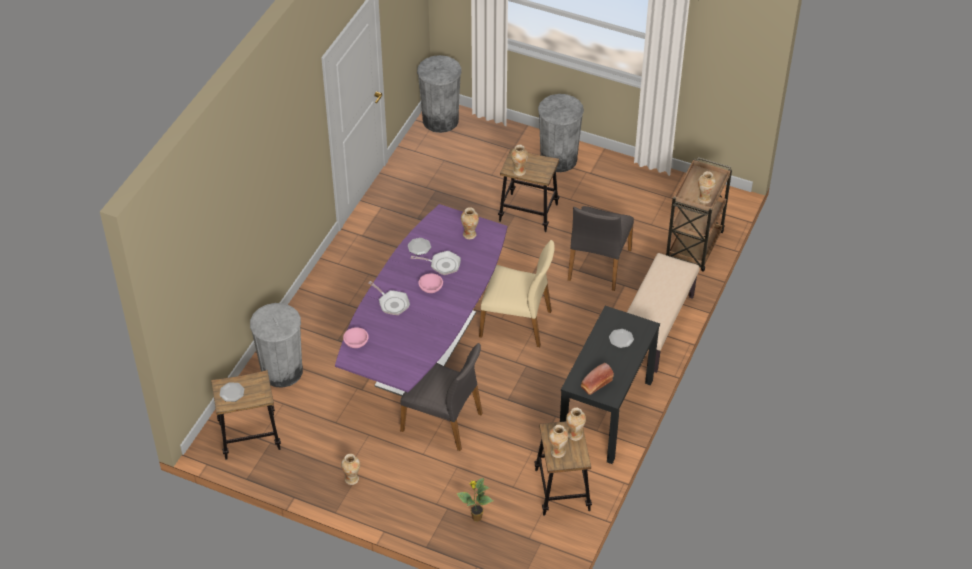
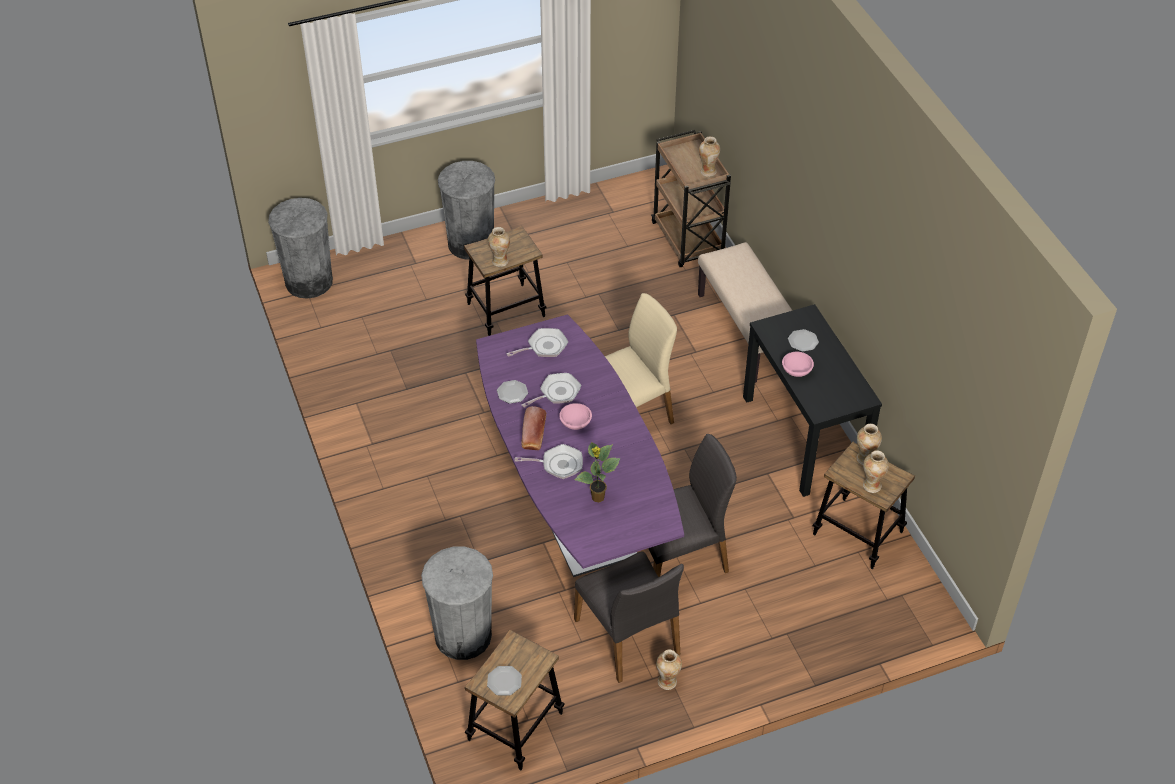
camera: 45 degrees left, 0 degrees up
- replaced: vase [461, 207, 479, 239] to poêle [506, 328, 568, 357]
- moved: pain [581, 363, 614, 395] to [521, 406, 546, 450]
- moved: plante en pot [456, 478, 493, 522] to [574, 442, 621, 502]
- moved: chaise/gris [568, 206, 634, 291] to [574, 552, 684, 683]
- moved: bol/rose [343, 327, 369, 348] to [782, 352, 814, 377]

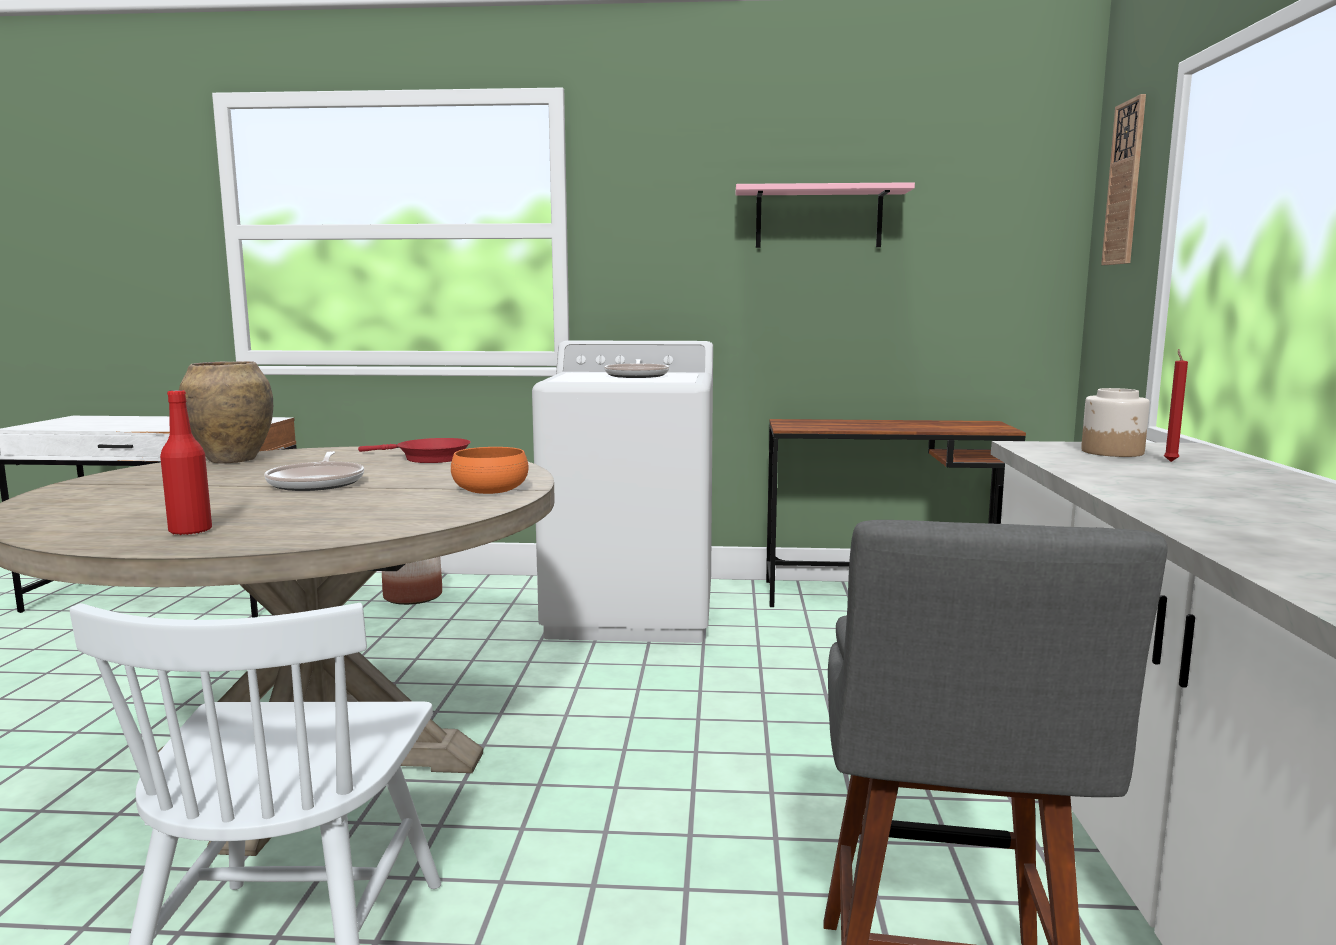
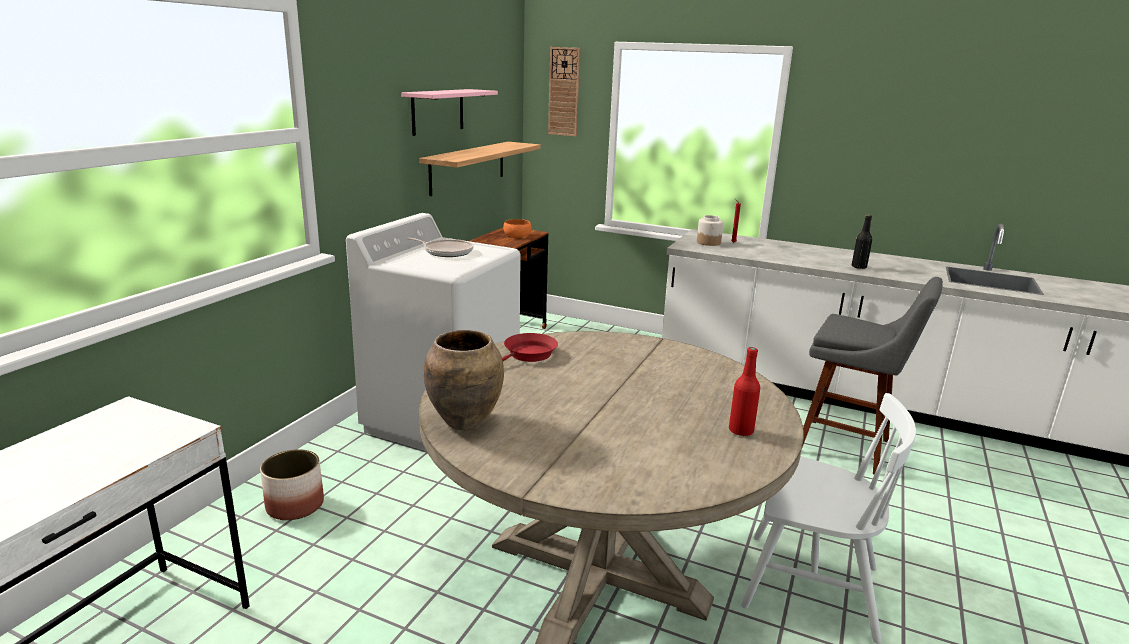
camera: 70 degrees left, 10 degrees up
- added: étagère [419, 142, 541, 196]
- moved: bol/orange [451, 447, 529, 494] to [503, 219, 532, 238]
- added: bouteille/noir [852, 215, 872, 269]
- removed: poêle [264, 451, 364, 491]

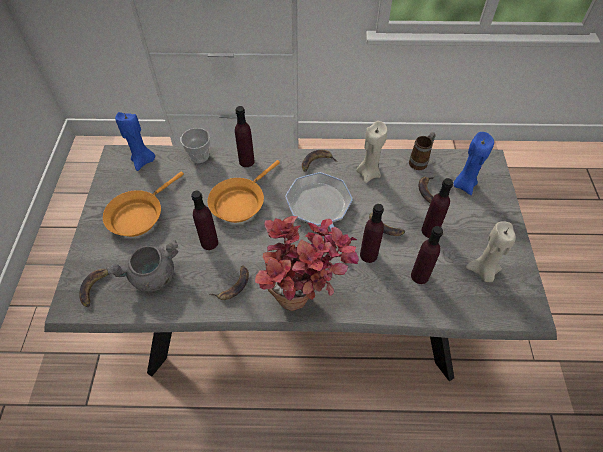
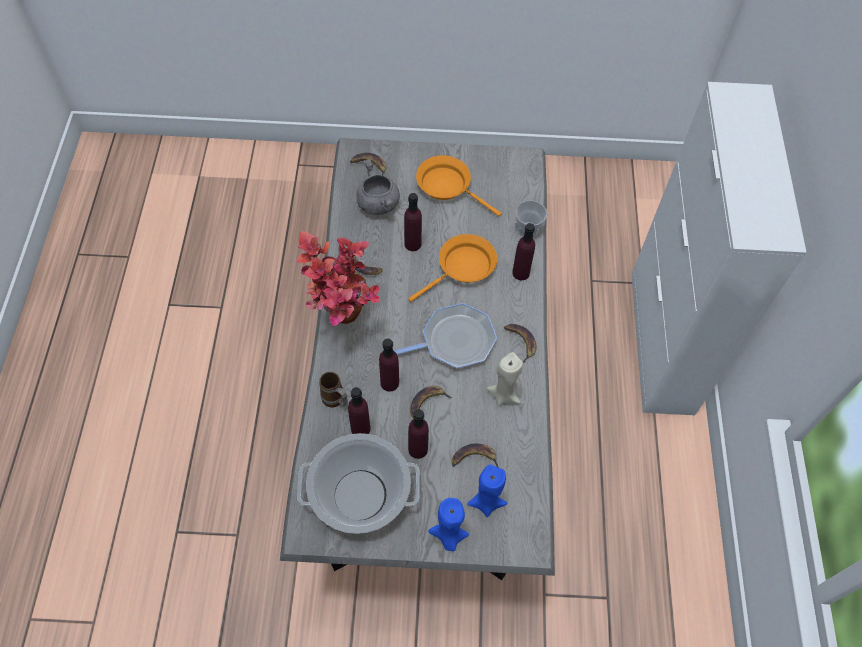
camera: 90 degrees right, 5 degrees up
- replaced: bougie/beige [466, 221, 516, 282] to marmite [297, 433, 420, 534]
- moved: mug [409, 132, 435, 170] to [319, 372, 348, 407]
- turned: poêle/orange [208, 160, 280, 223] = [408, 234, 497, 302] 105 degrees clockwise
- moved: bougie/bleu [115, 112, 155, 171] to [428, 498, 469, 551]

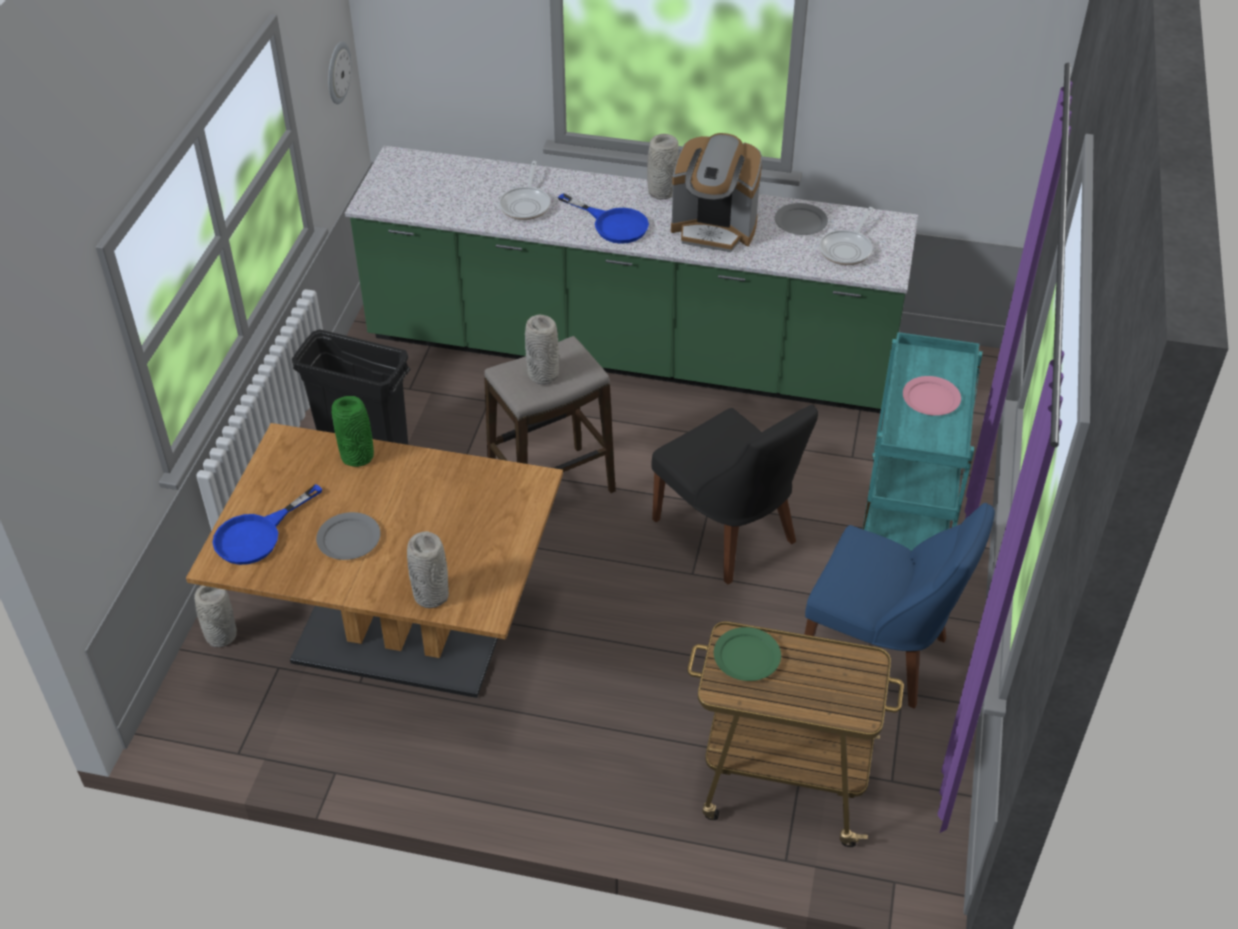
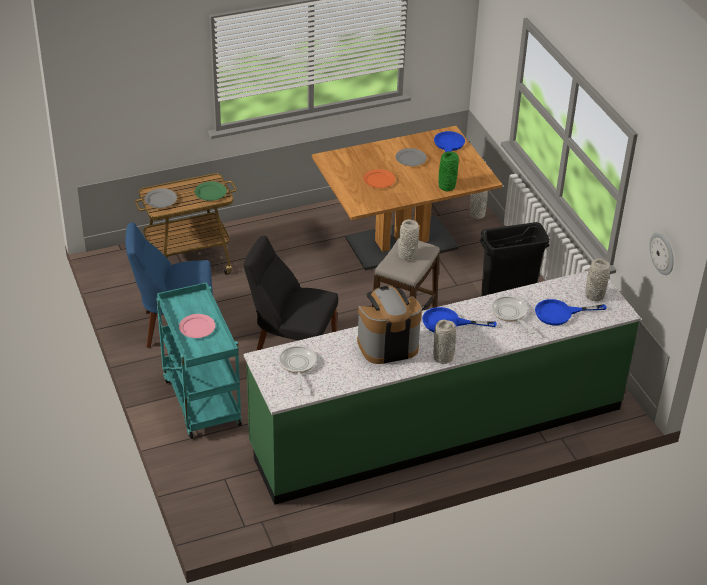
camera: 145 degrees right, 5 degrees down
- moved: assiette/gris [775, 203, 828, 235] to [144, 188, 177, 208]
- added: assiette/orange [363, 169, 395, 188]
- added: poêle/bleu [535, 299, 606, 325]
- moved: vase/gris [407, 531, 449, 608] to [585, 258, 610, 301]

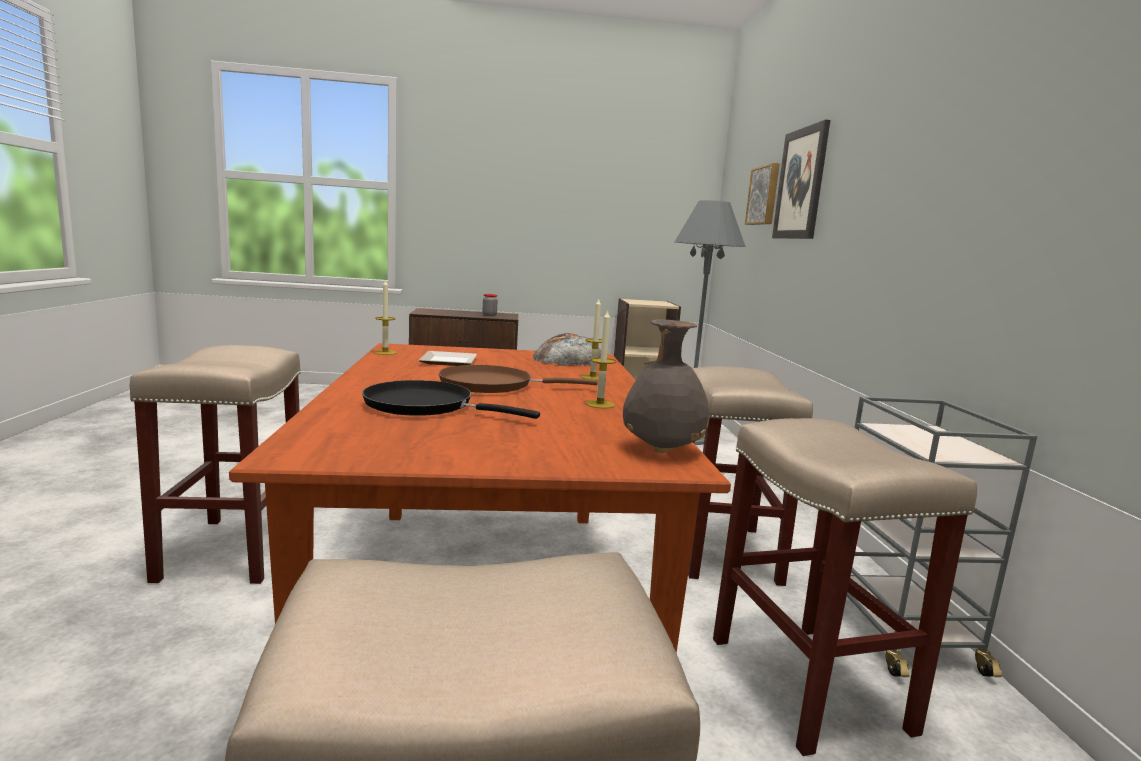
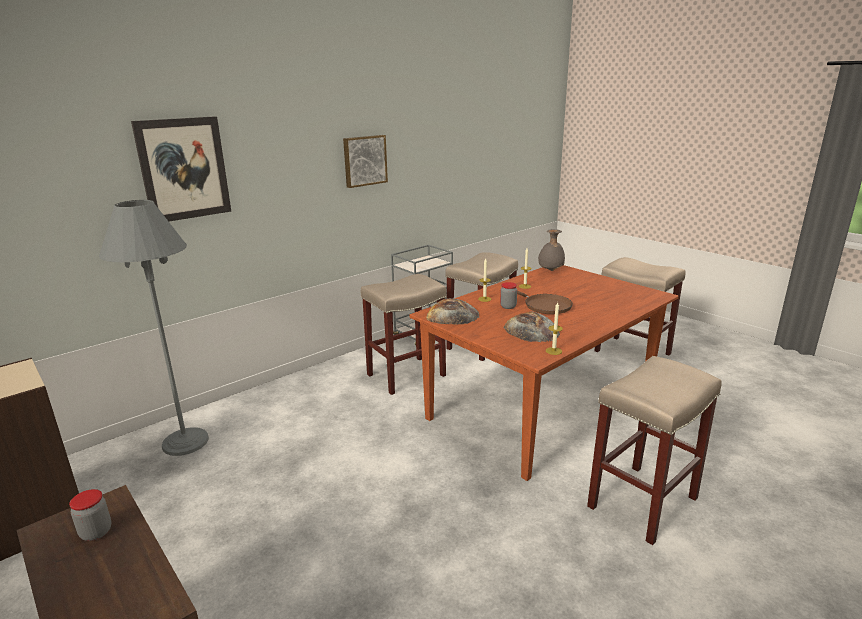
camera: 125 degrees left, 10 degrees up
- moved: tableau [745, 163, 780, 225] to [343, 135, 388, 188]
- added: bocal [500, 282, 517, 309]
- replaced: assiette [418, 351, 477, 366] to pain [504, 312, 560, 342]
- removed: poêle/noir [362, 380, 540, 419]

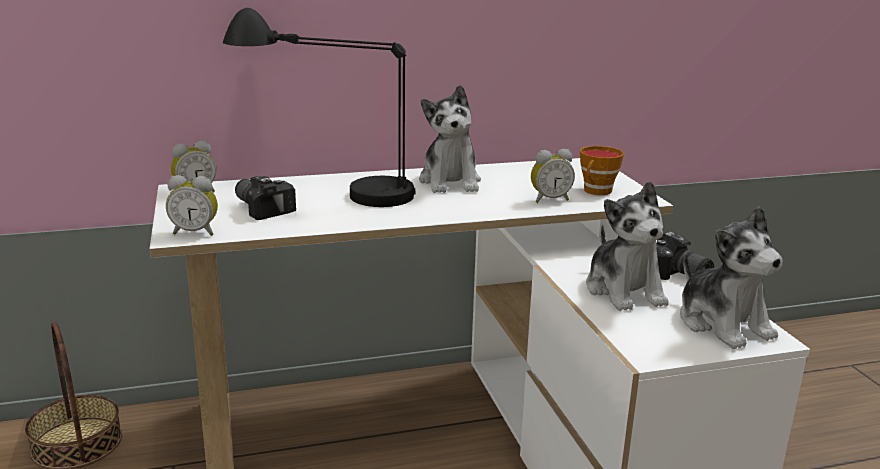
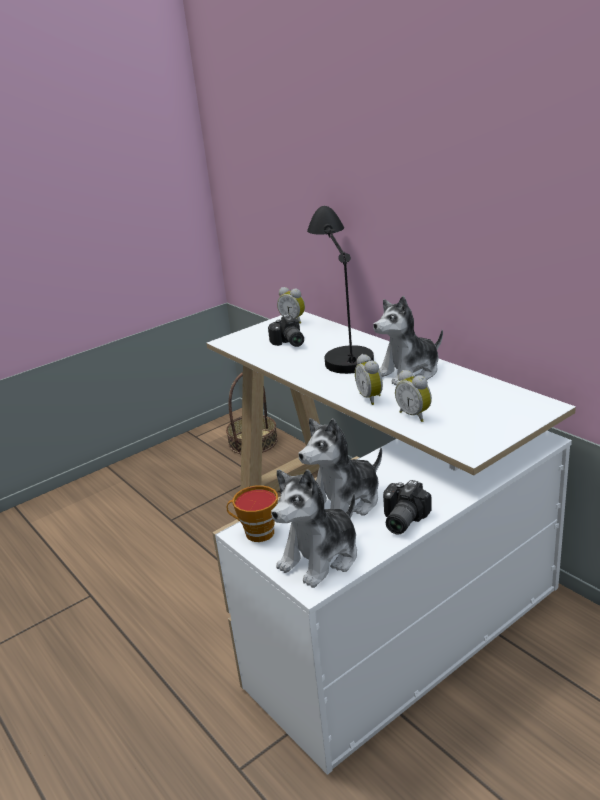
camera: 70 degrees right, 5 degrees up
- moved: tasse [580, 146, 624, 195] to [227, 485, 278, 542]
- turned: appareil photo [235, 176, 296, 220] = [268, 314, 304, 347] 135 degrees clockwise
- moved: réveil [166, 175, 218, 236] to [355, 354, 383, 405]

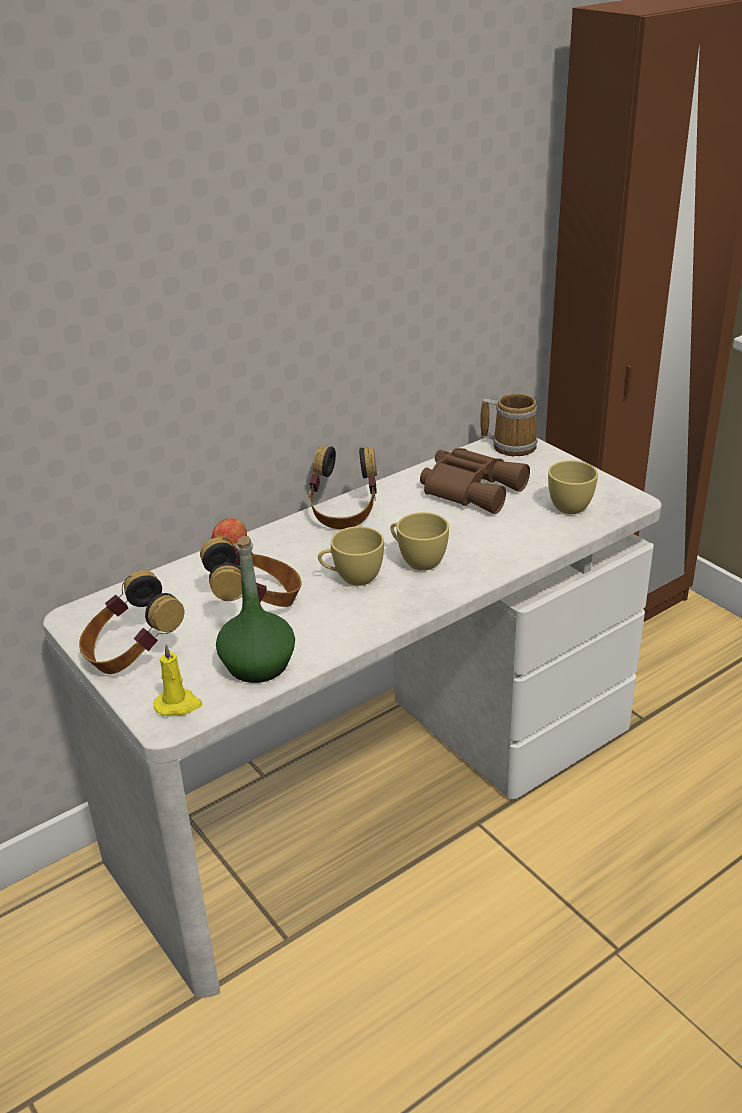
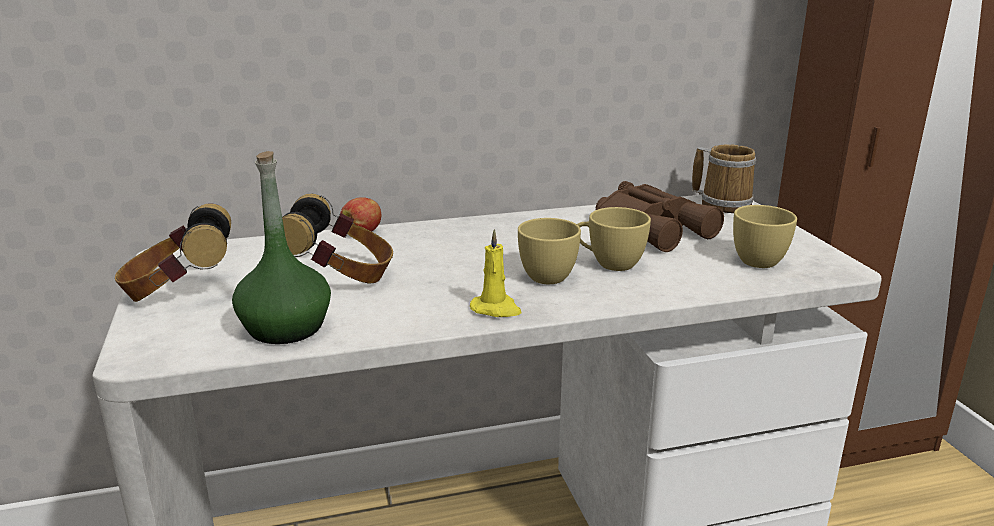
camera: 20 degrees right, 10 degrees down
- moved: bougie/jaune [154, 644, 202, 716] to [470, 229, 521, 317]
- moved: tasse/jaune [318, 526, 384, 586] to [577, 207, 651, 271]
- removed: casque audio [308, 446, 377, 529]

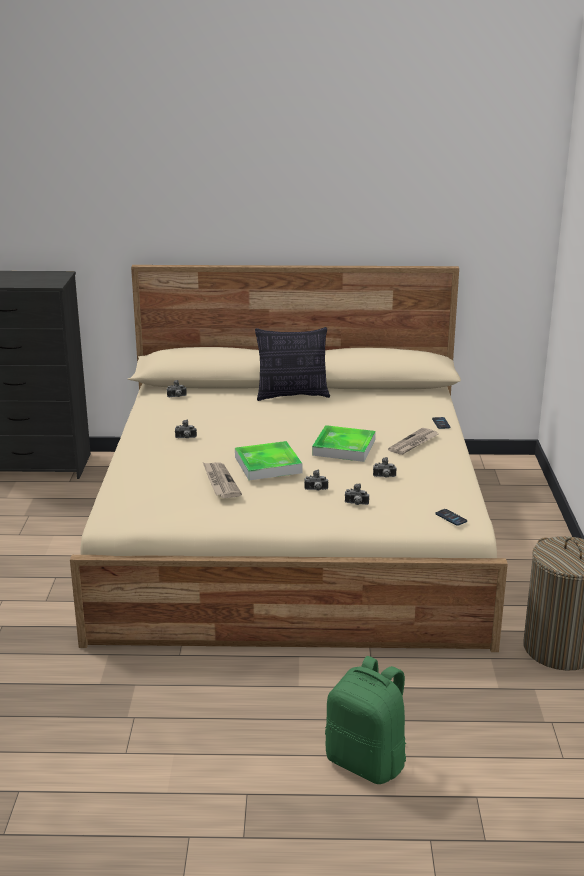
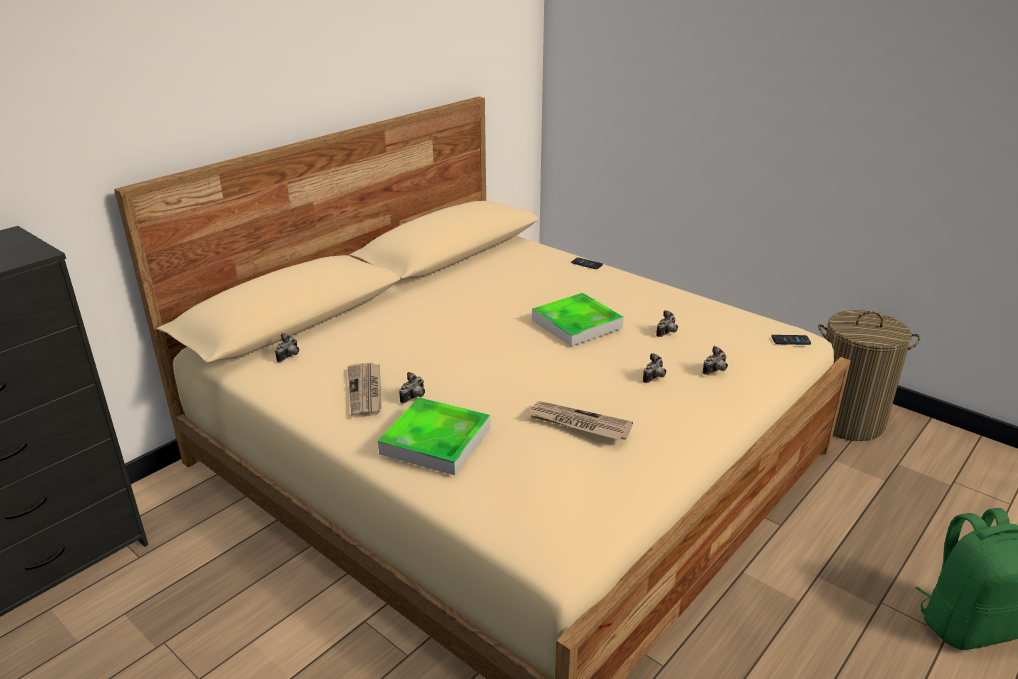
camera: 50 degrees left, 5 degrees up
- moved: journal [388, 428, 438, 455] to [348, 363, 381, 418]
- moved: plateau [235, 441, 302, 480] to [378, 397, 491, 475]
- removed: coussin [255, 327, 330, 401]

